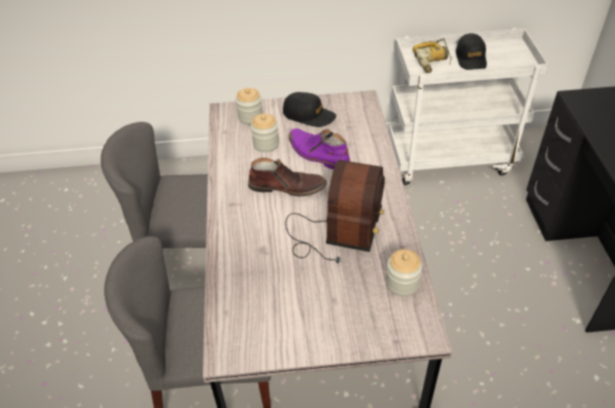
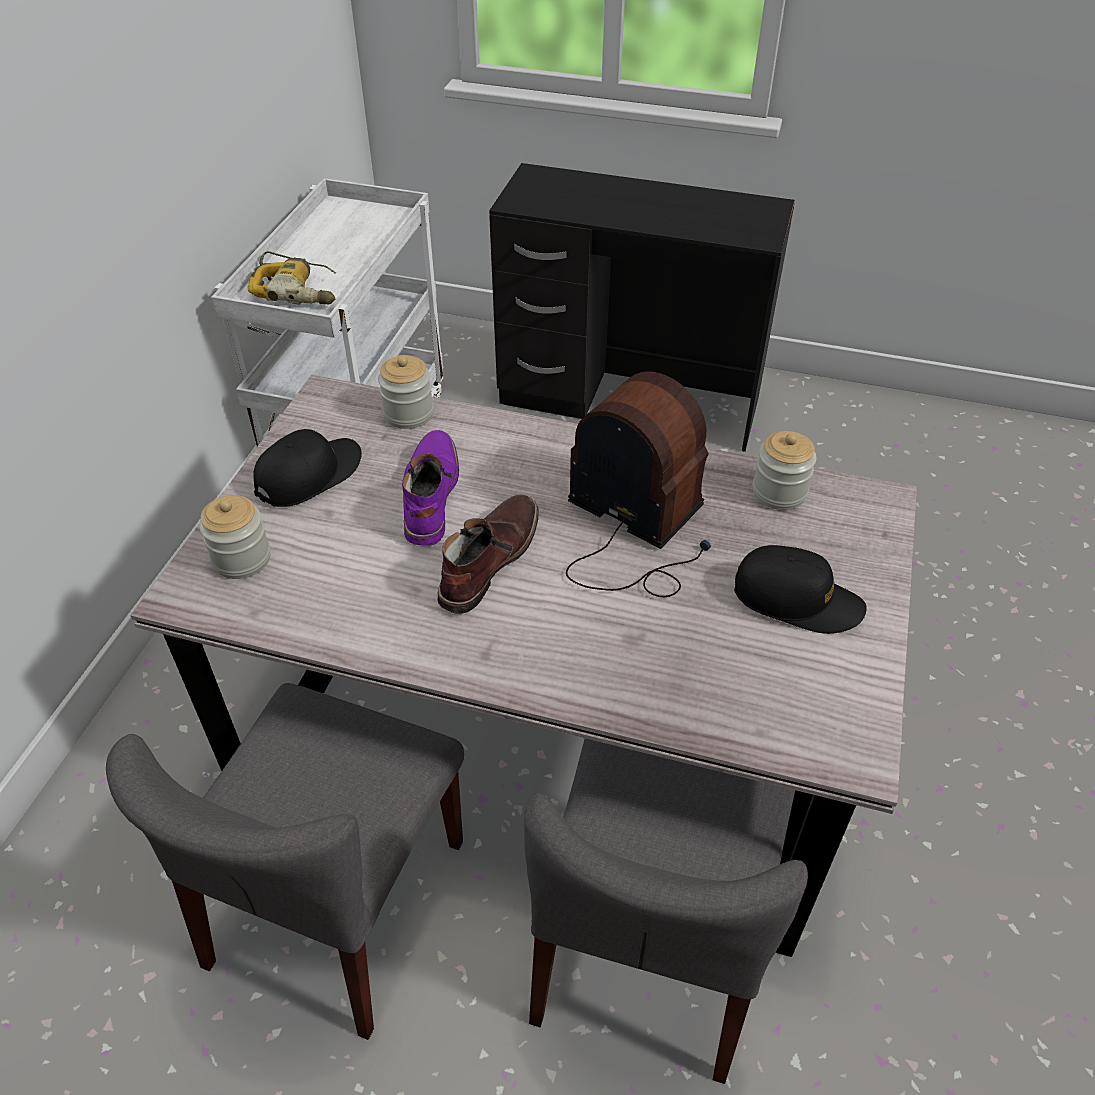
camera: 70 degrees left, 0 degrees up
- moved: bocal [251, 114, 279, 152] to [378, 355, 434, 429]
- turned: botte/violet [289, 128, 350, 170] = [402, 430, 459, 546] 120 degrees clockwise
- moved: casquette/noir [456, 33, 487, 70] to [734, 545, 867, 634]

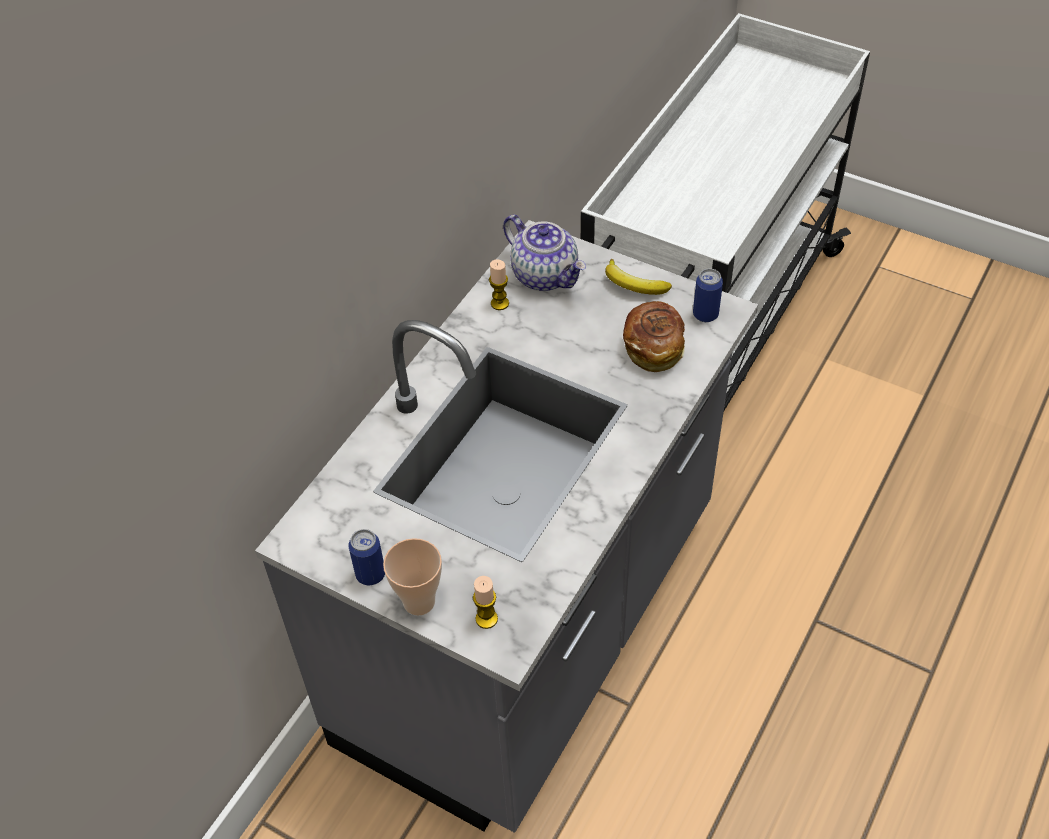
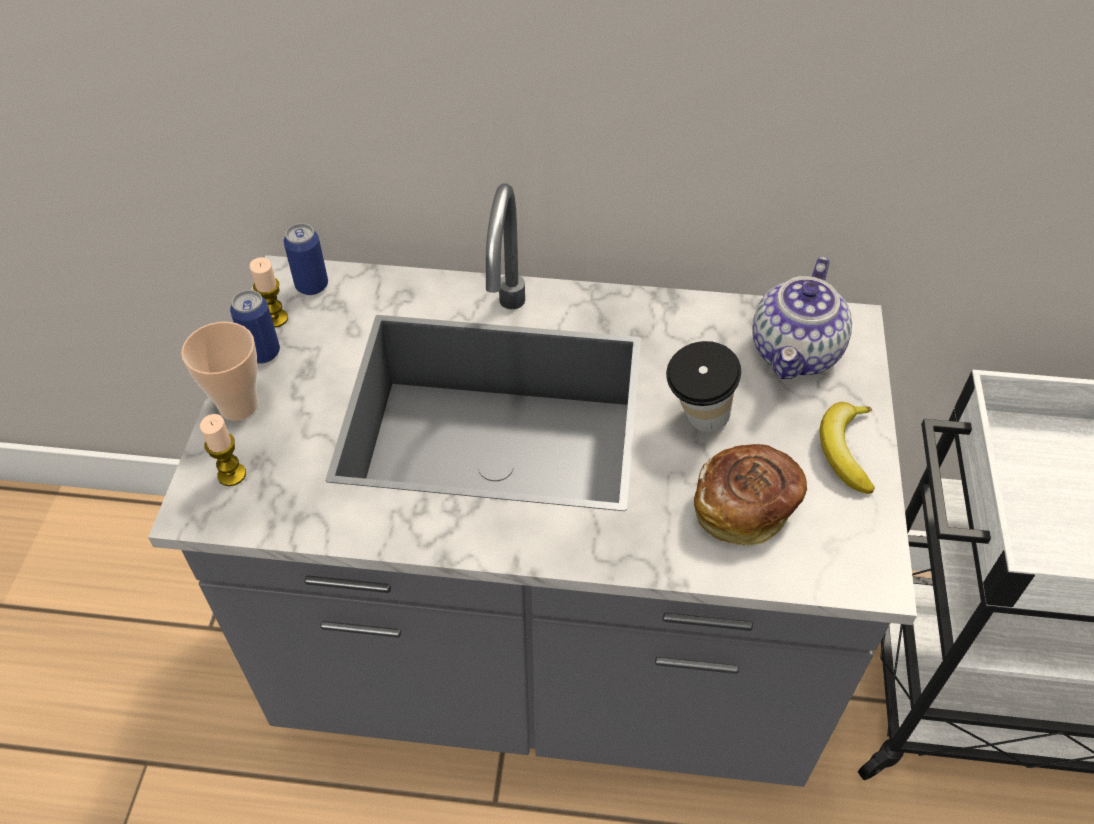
camera: 65 degrees right, 0 degrees up
- moved: bougie [489, 259, 509, 310] to [250, 257, 288, 328]
- moved: boîte métallique [693, 268, 723, 322] to [284, 223, 328, 295]
- added: tasse [666, 341, 741, 432]

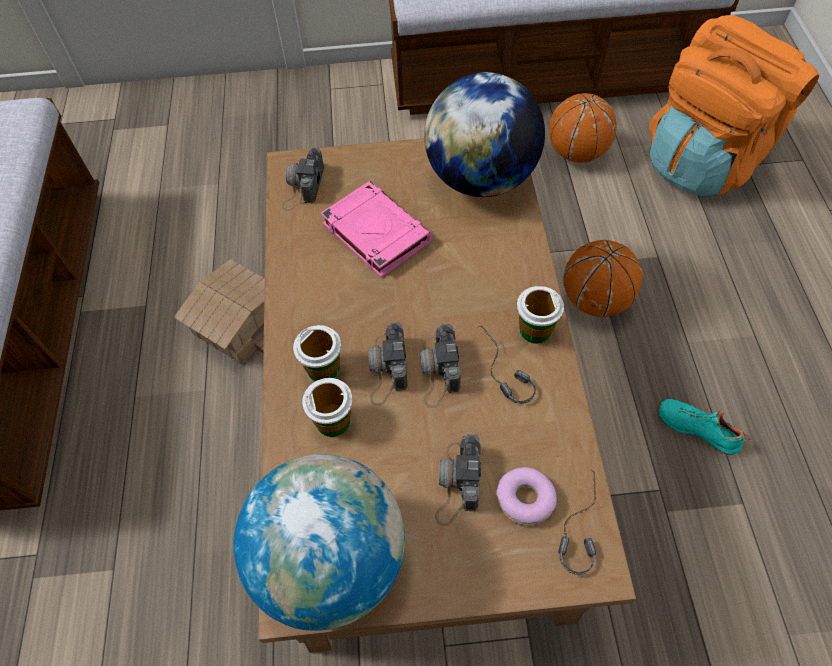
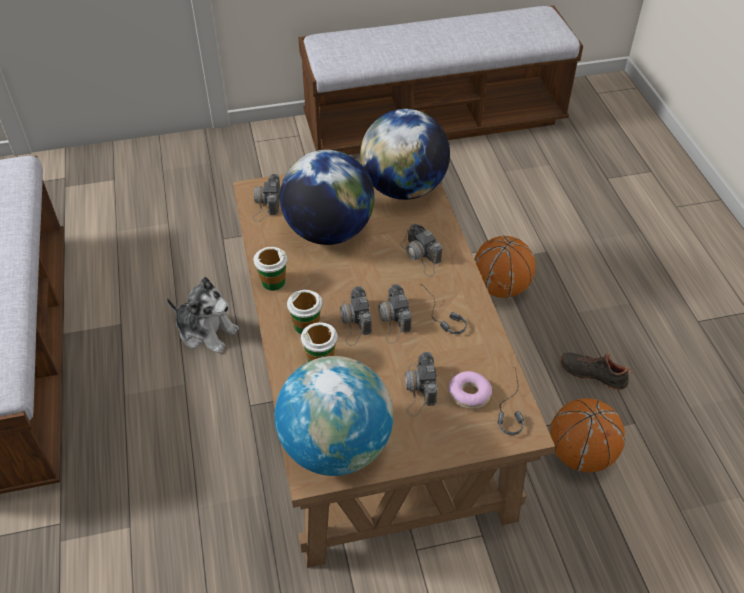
camera: 10 degrees left, 10 degrees down
- replaced: maison miniature [174, 259, 265, 364] to peluche [166, 277, 239, 353]
- moved: tasse [517, 286, 564, 344] to [253, 247, 287, 291]
- replaced: livre/rose [321, 181, 432, 277] to globe [280, 150, 374, 245]
- added: appareil photo [400, 224, 442, 277]
- moved: ballon de basket [549, 93, 617, 162] to [550, 398, 625, 472]
- recoloured: chaussure/turquoise [657, 399, 751, 455] to chaussure/noir [560, 352, 633, 390]
- removed: sac à dos/orange [649, 15, 819, 197]

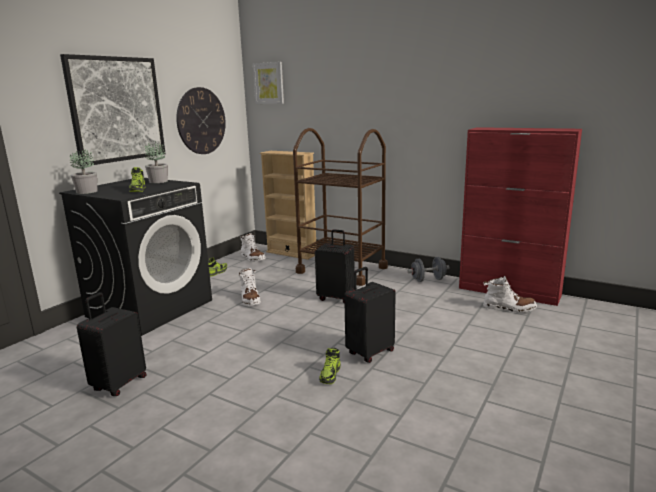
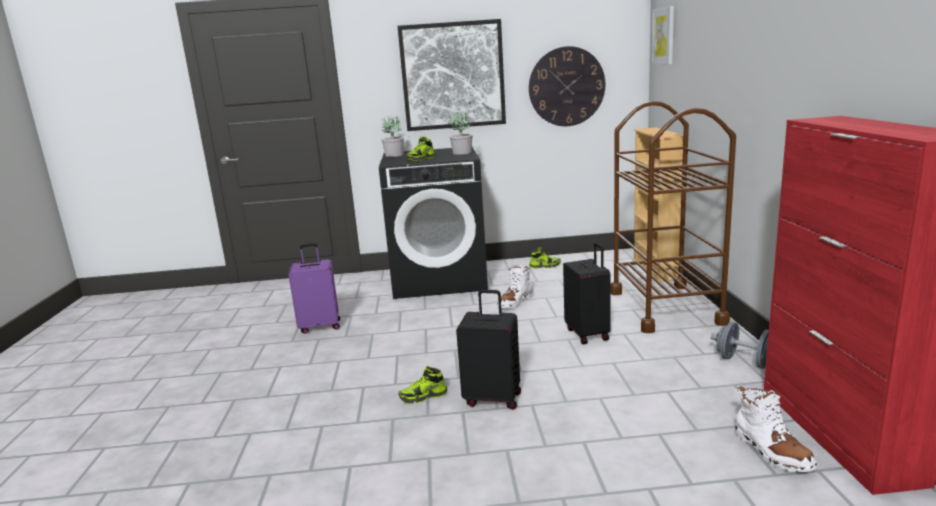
camera: 55 degrees right, 0 degrees up
- recoloured: valise/noir [77, 292, 147, 396] to valise/violet [289, 243, 340, 334]
- removed: botte/blanc [240, 233, 266, 262]

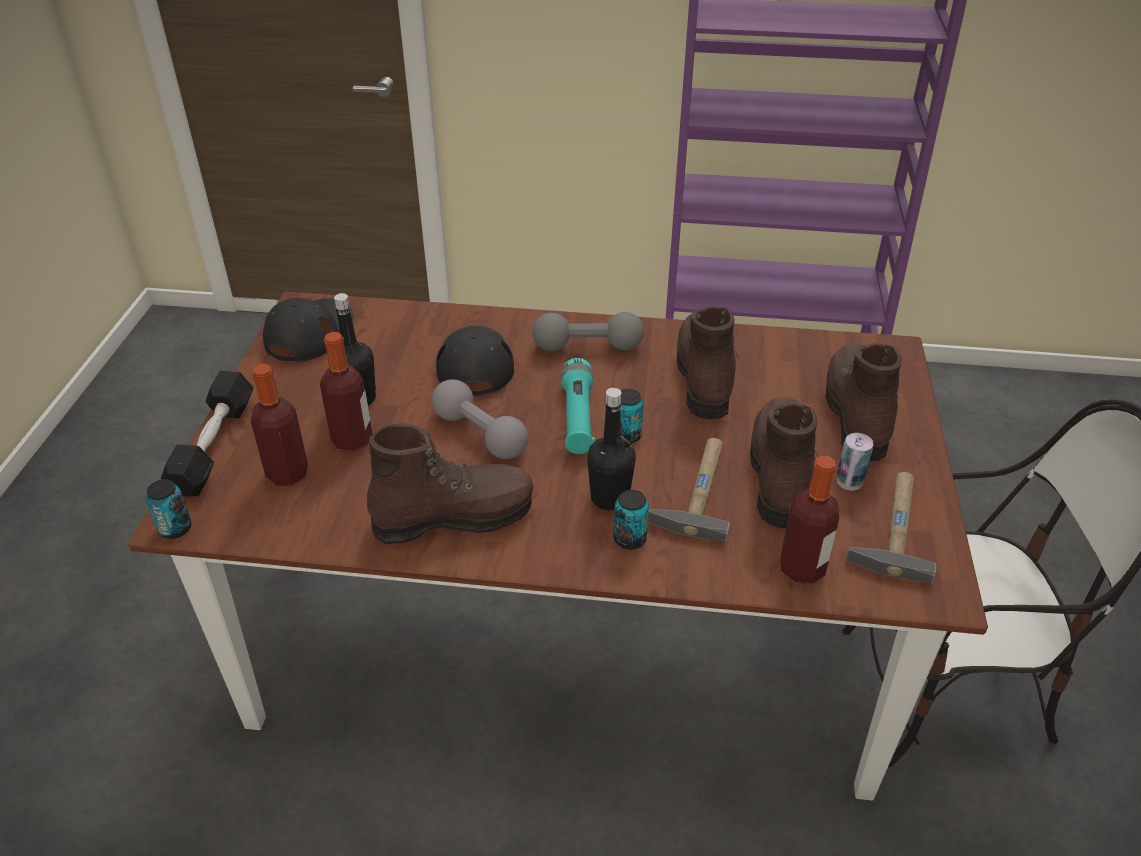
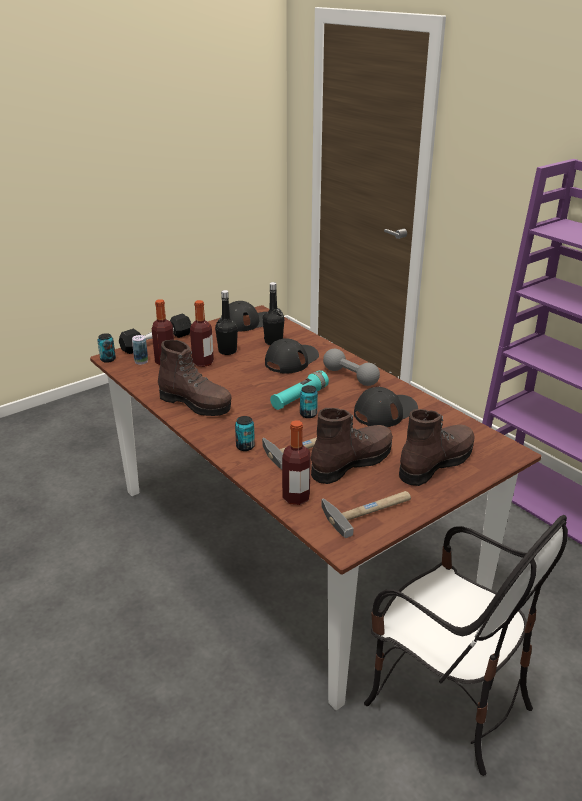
camera: 45 degrees right, 10 degrees down
- moved: boîte métallique [836, 433, 873, 490] to [132, 335, 148, 365]
- moved: bouteille/noir [587, 388, 636, 510] to [262, 282, 284, 345]
- replaced: botte/marron [677, 306, 739, 419] to casquette/noir [354, 387, 418, 427]
- removed: haltère/gris [432, 379, 528, 459]

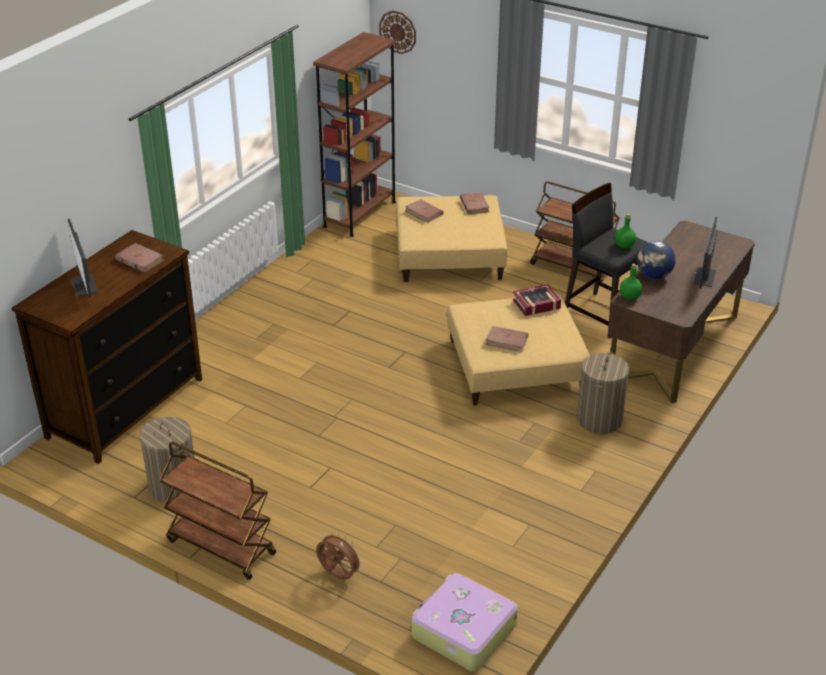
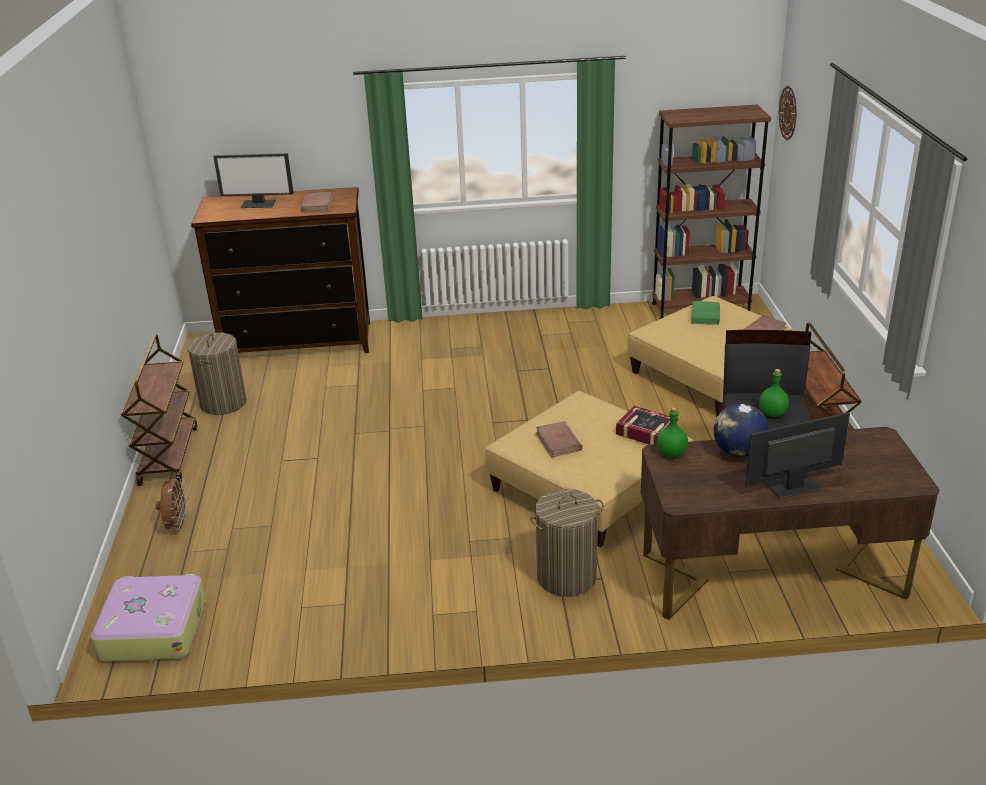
camera: 55 degrees right, 5 degrees down
- turned: écran d'ordinateur [68, 219, 98, 298] = [213, 153, 294, 208] 120 degrees counterclockwise
- recoloured: livre/marron [405, 199, 443, 223] to livre/vert [691, 301, 720, 325]

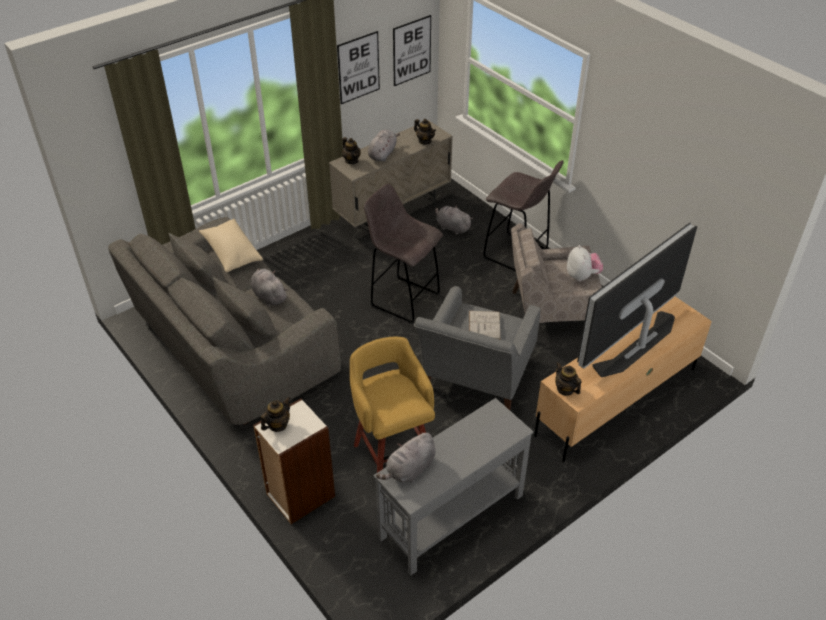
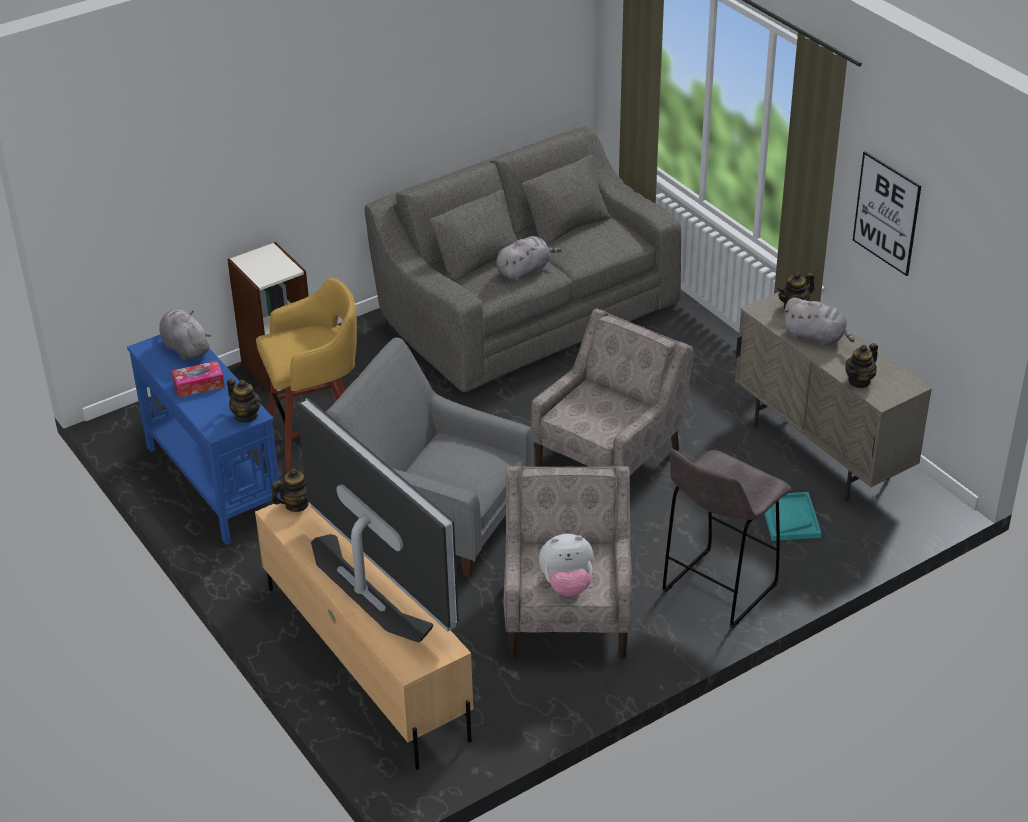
camera: 95 degrees right, 5 degrees down
- recoloured: table console/gris [374, 398, 534, 576] to table console/bleu [127, 335, 282, 545]
- added: boîte à mouchoirs [172, 361, 225, 397]
- moved: théière [261, 397, 290, 432] to [227, 378, 261, 422]
- replaced: tabouret/gris [364, 184, 443, 324] to fauteuil/beige [531, 308, 694, 475]
- replaced: peluche/gris [435, 206, 473, 235] to plateau/turquoise [764, 492, 821, 541]
- removed: coussin/beige [199, 219, 263, 272]
- removed: tableau [393, 15, 431, 86]
- removed: livre/blanc [469, 311, 500, 339]

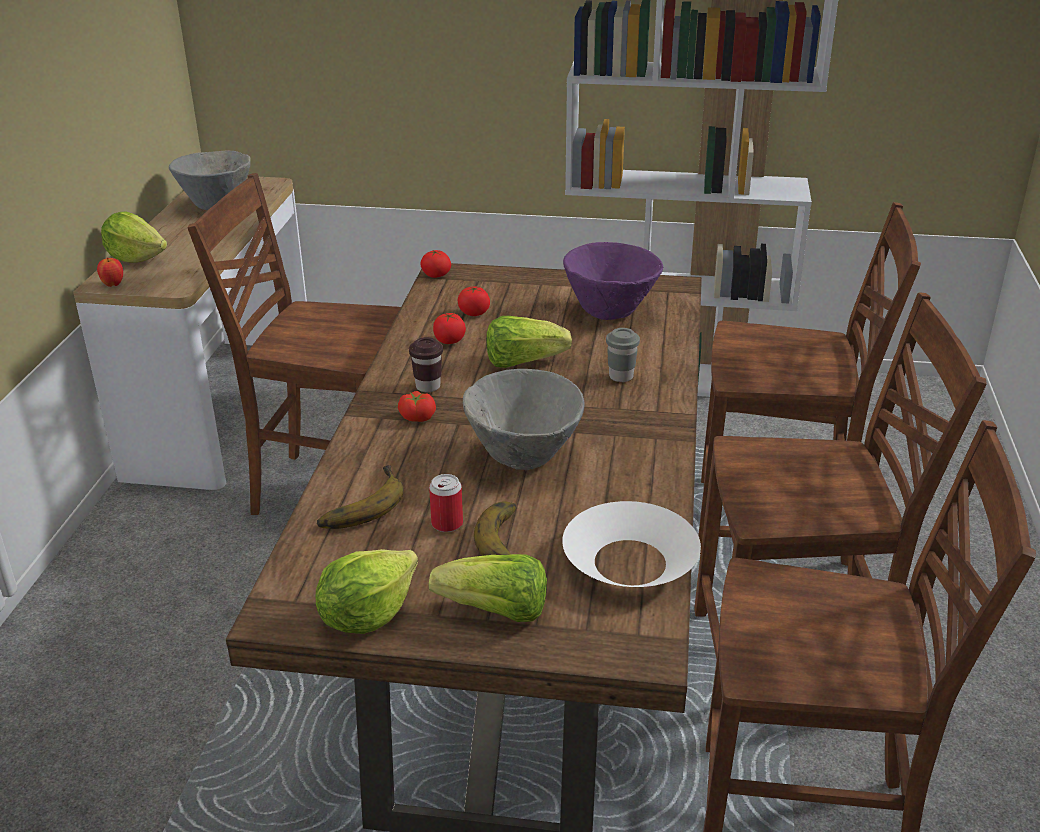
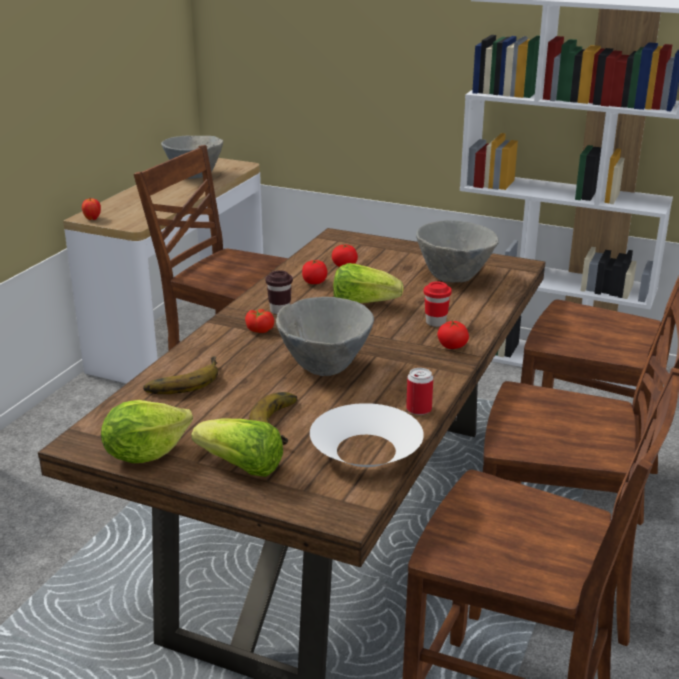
camera: 15 degrees right, 5 degrees down
- moved: boîte métallique [429, 474, 463, 532] to [406, 368, 433, 415]
- recoloured: bol/violet [563, 242, 663, 320] to bol/gris [416, 220, 499, 282]
- recoloured: tasse/gris [606, 328, 640, 382] to tasse/rouge [424, 281, 452, 327]
- moved: tomate [421, 250, 451, 278] to [437, 321, 469, 349]
- removed: laitue [101, 211, 167, 263]

